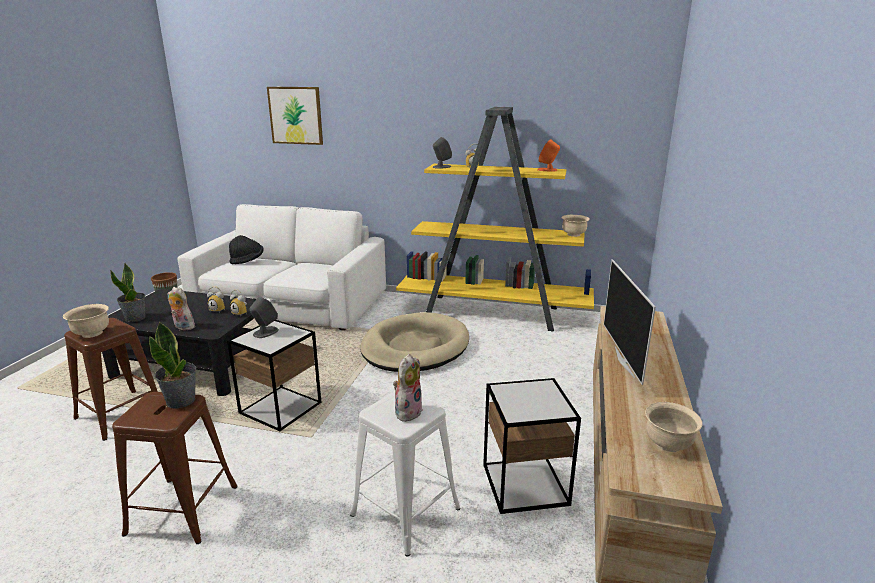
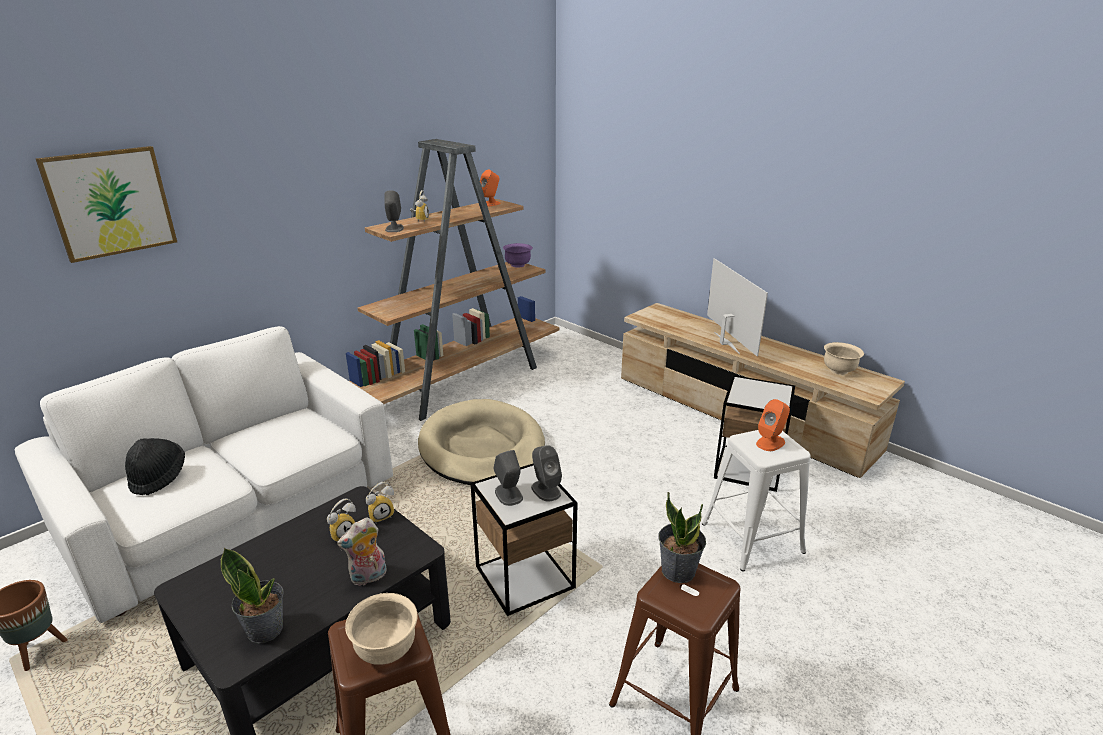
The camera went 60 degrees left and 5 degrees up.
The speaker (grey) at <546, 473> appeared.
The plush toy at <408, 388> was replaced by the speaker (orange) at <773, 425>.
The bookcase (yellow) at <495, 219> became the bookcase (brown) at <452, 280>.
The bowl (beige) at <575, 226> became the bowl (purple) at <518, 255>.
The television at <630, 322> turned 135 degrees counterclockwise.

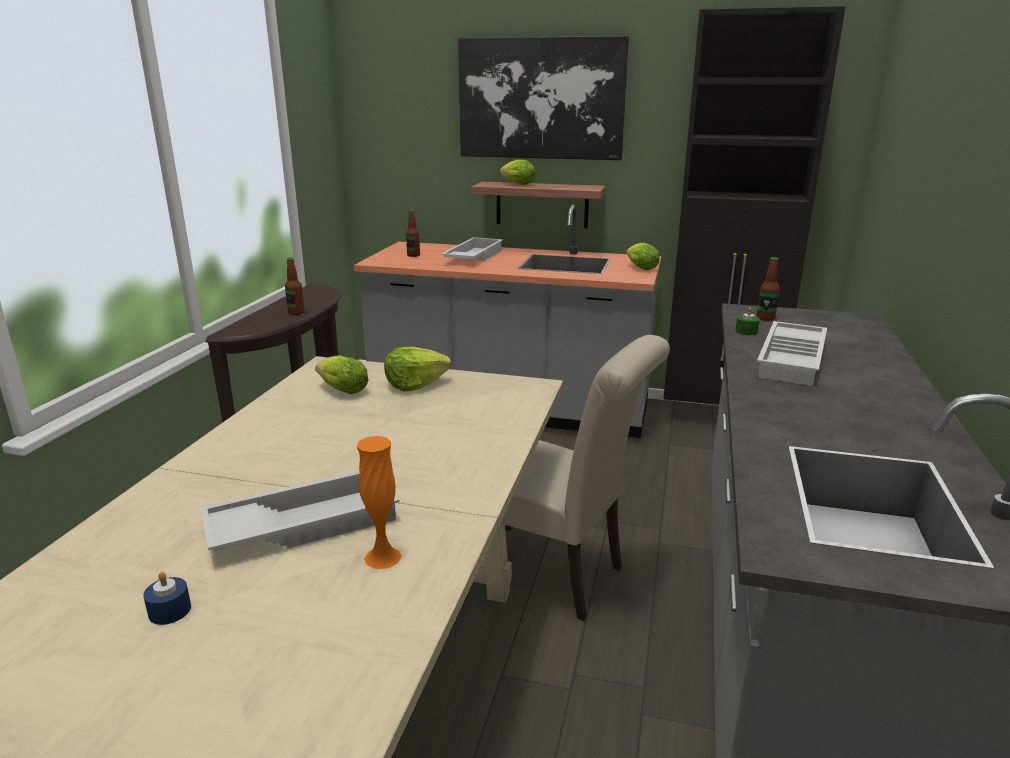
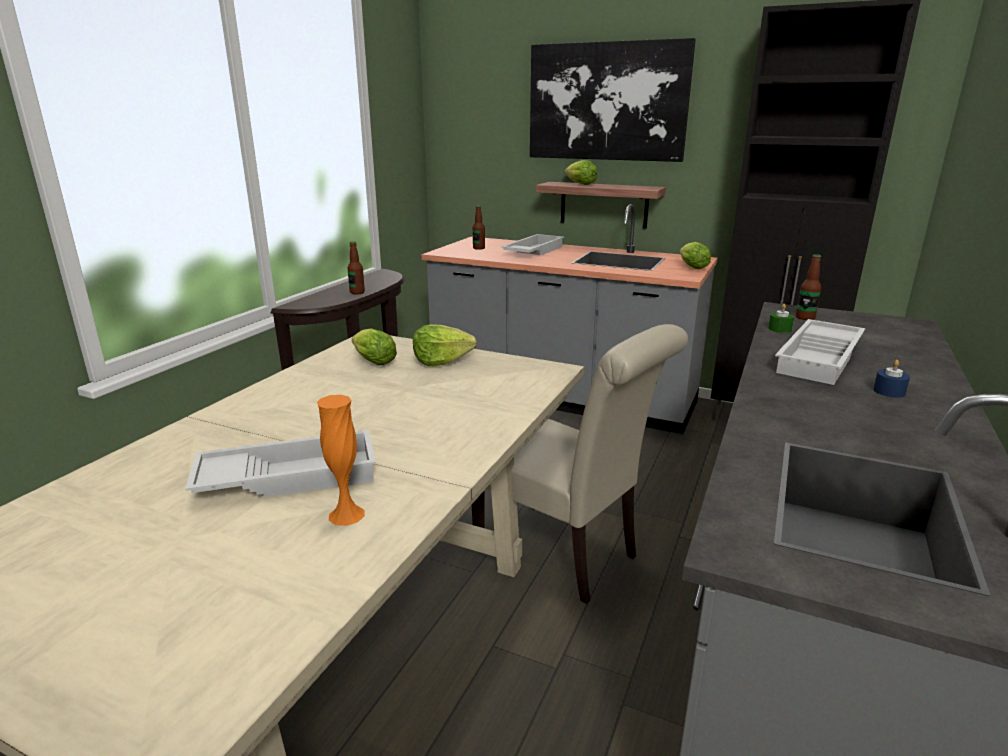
The camera went 10 degrees right and 0 degrees up.
The candle (blue) moved from <167, 598> to <891, 379>.

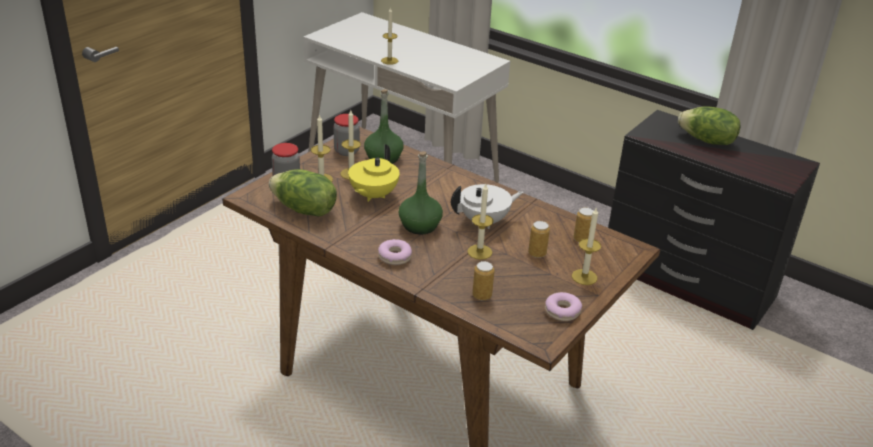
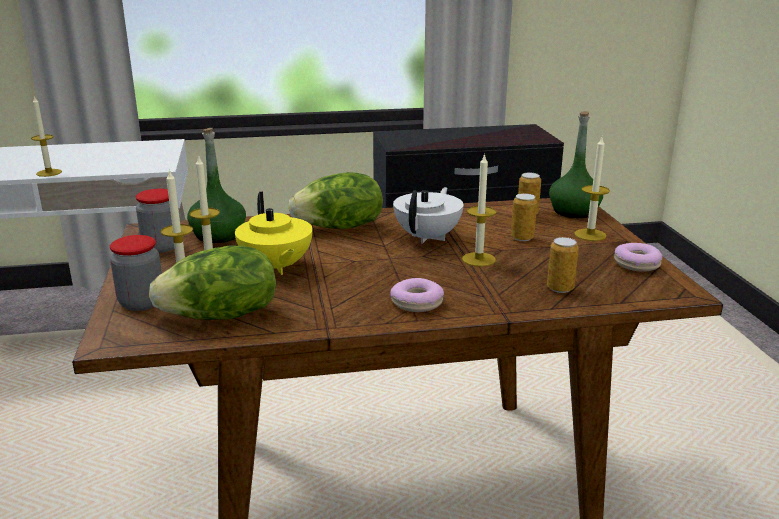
The camera went 45 degrees left and 10 degrees down.
The bottle (green) moved from <421, 193> to <576, 164>.
The lettuce moved from <709, 125> to <335, 200>.

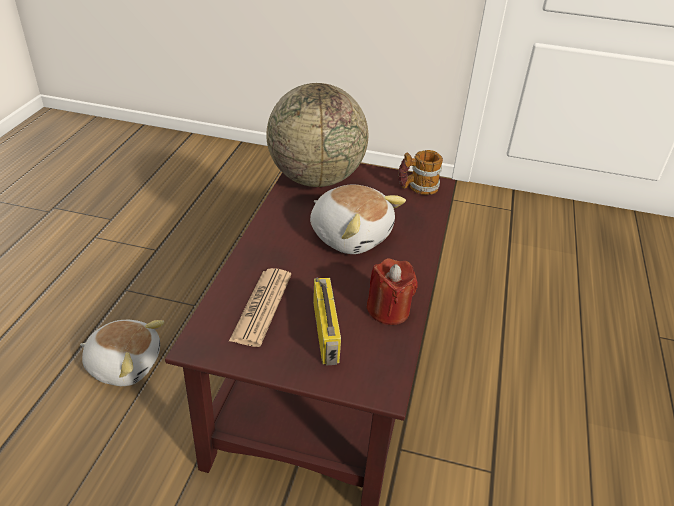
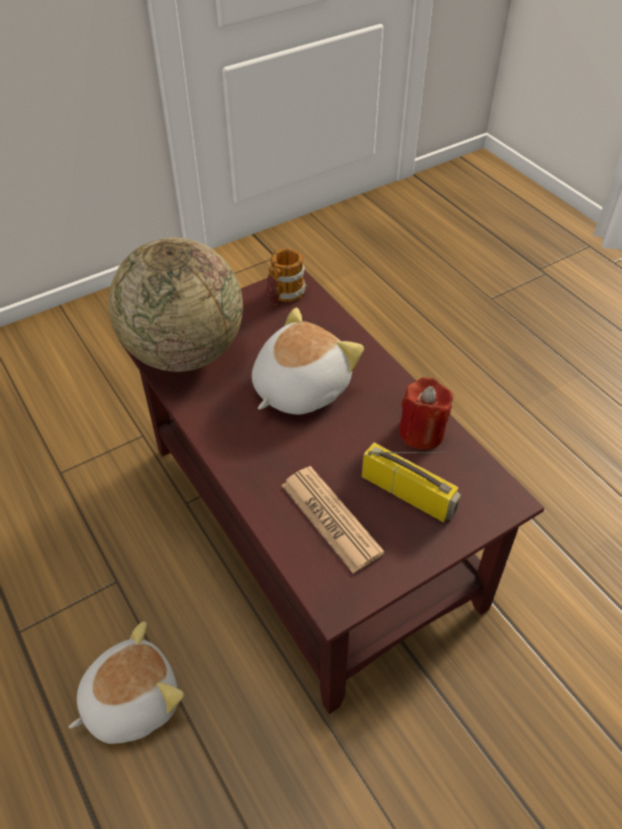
The camera went 45 degrees left and 10 degrees up.
The plush toy at <358, 219> turned 45 degrees counterclockwise.

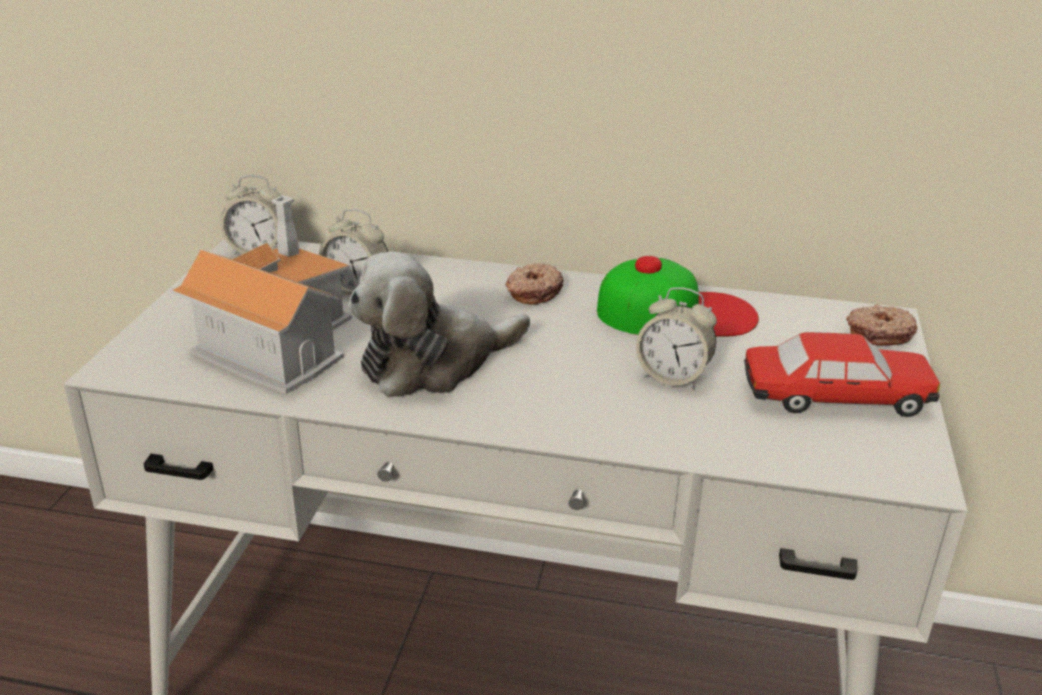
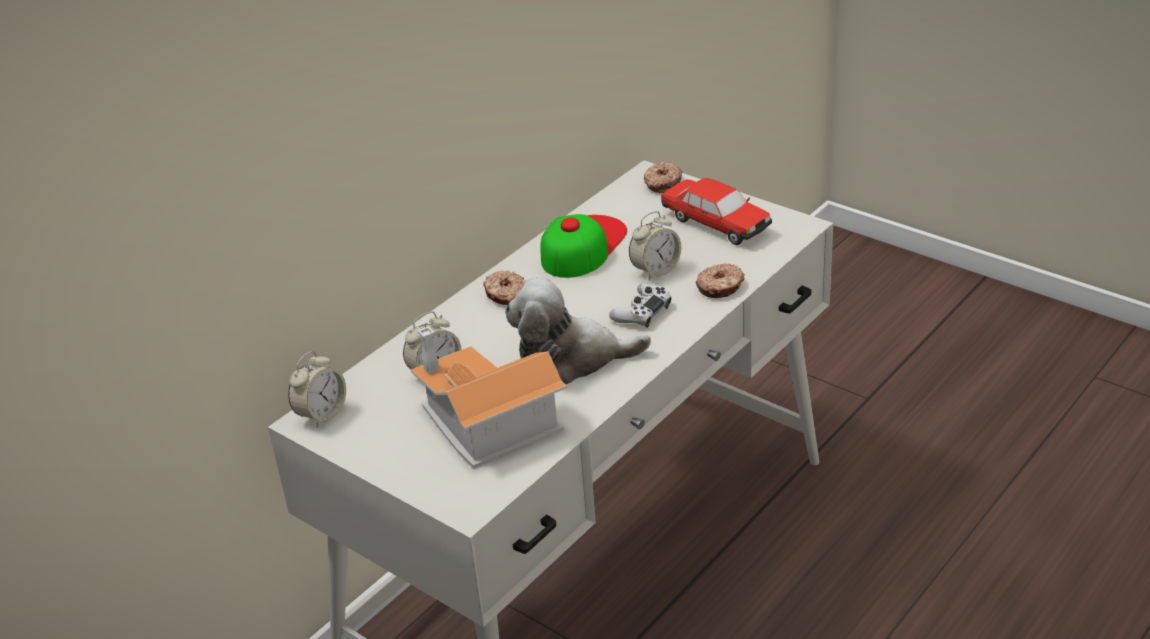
The camera went 60 degrees left and 5 degrees up.
The game controller (white) at <640, 305> appeared.
The donut at <720, 280> appeared.
The plush toy at <439, 324> turned 90 degrees clockwise.
The toy car at <842, 374> turned 105 degrees clockwise.

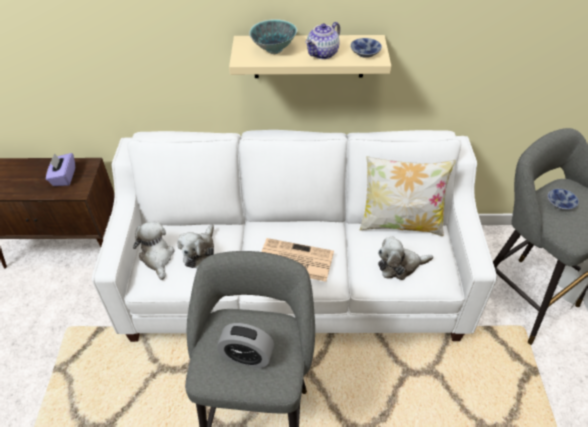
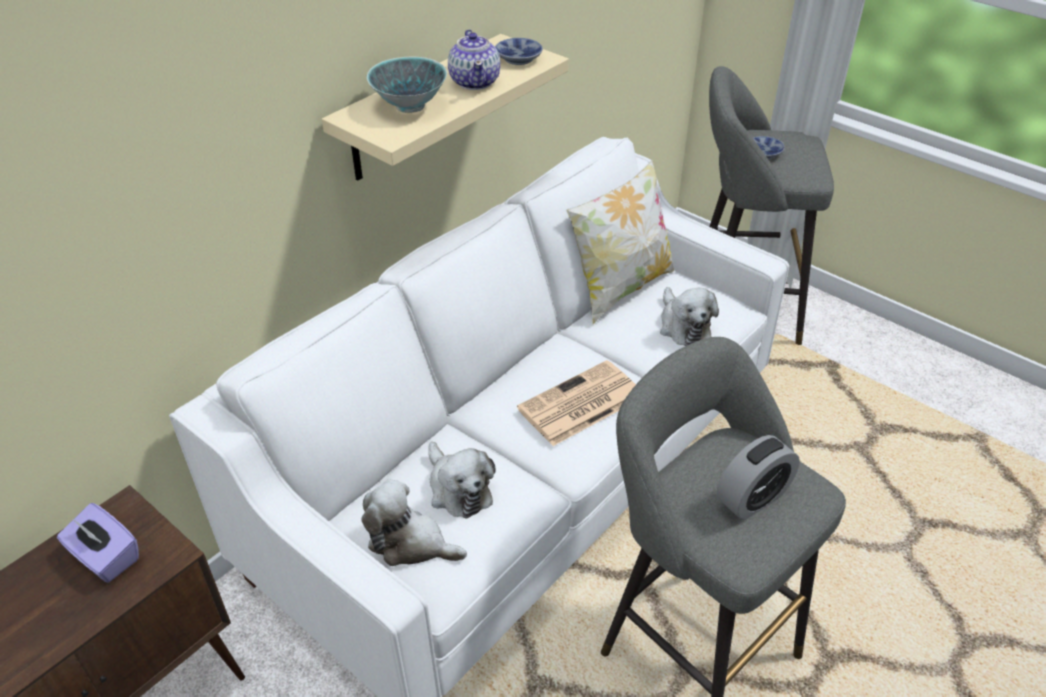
The camera went 50 degrees left and 5 degrees down.
The plush toy at <405, 258> turned 45 degrees counterclockwise.

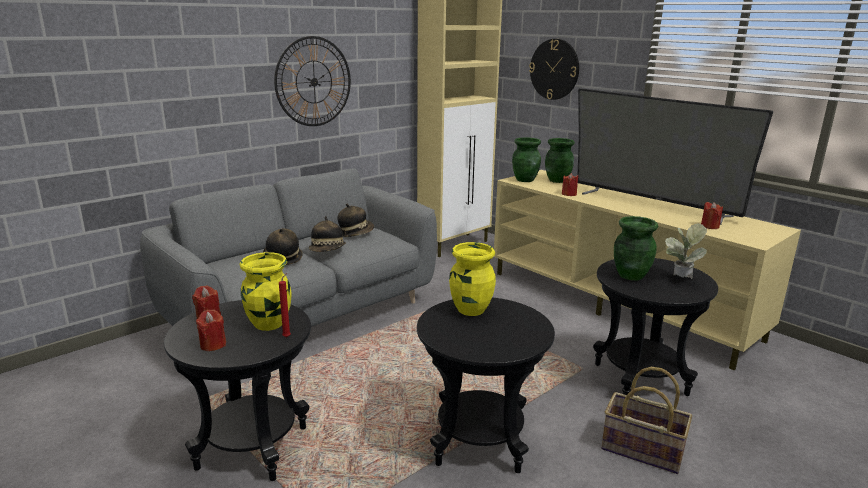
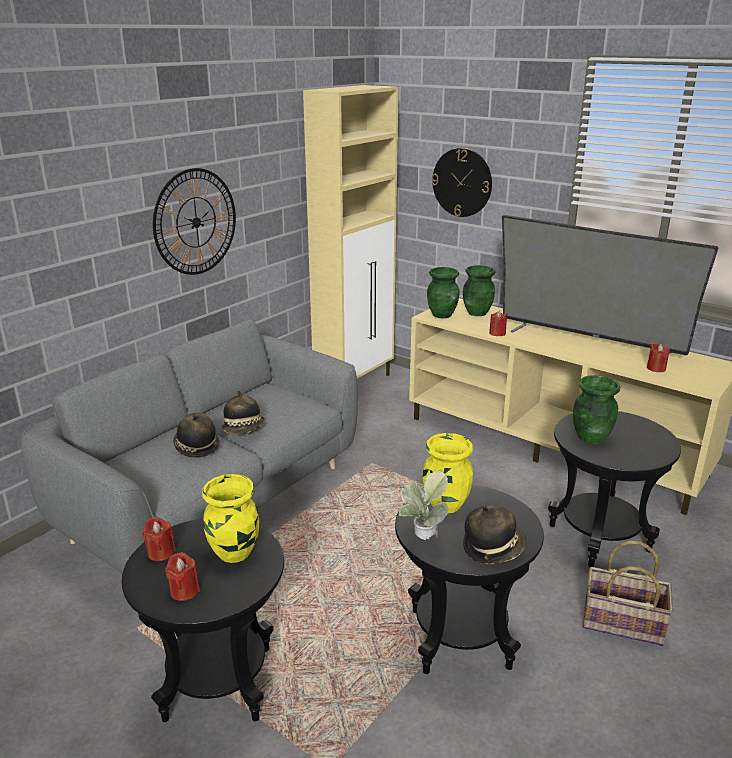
The camera went 10 degrees left and 5 degrees up.
The candle (red) at <285, 305> disappeared.
The hat moved from <356, 220> to <494, 534>.
The potted plant moved from <686, 251> to <424, 505>.

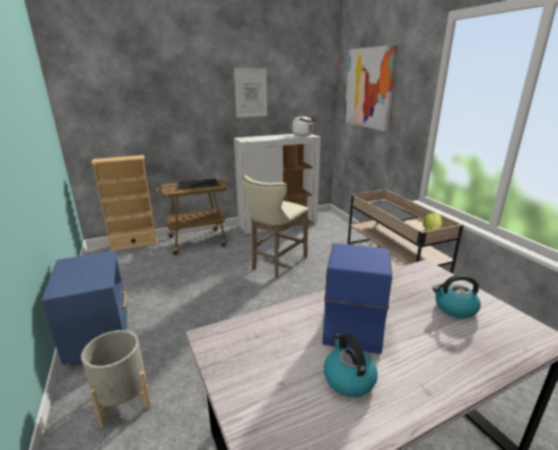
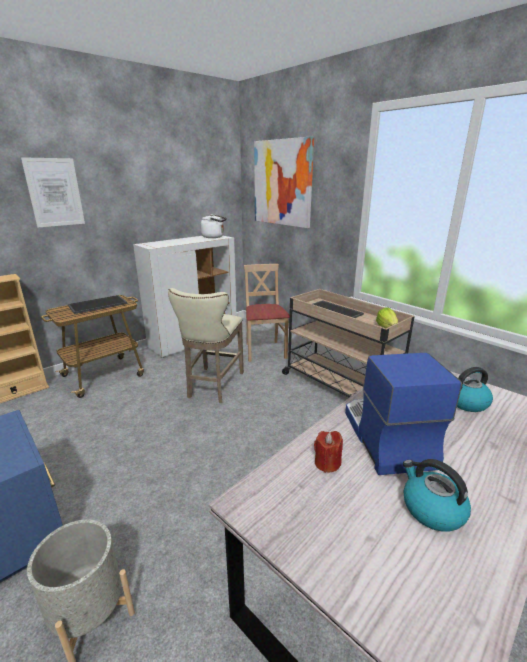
The camera went 20 degrees left and 0 degrees up.
The chair (beige) at <266, 313> appeared.
The candle (red) at <328, 452> appeared.
The picture moved from <250, 93> to <53, 192>.

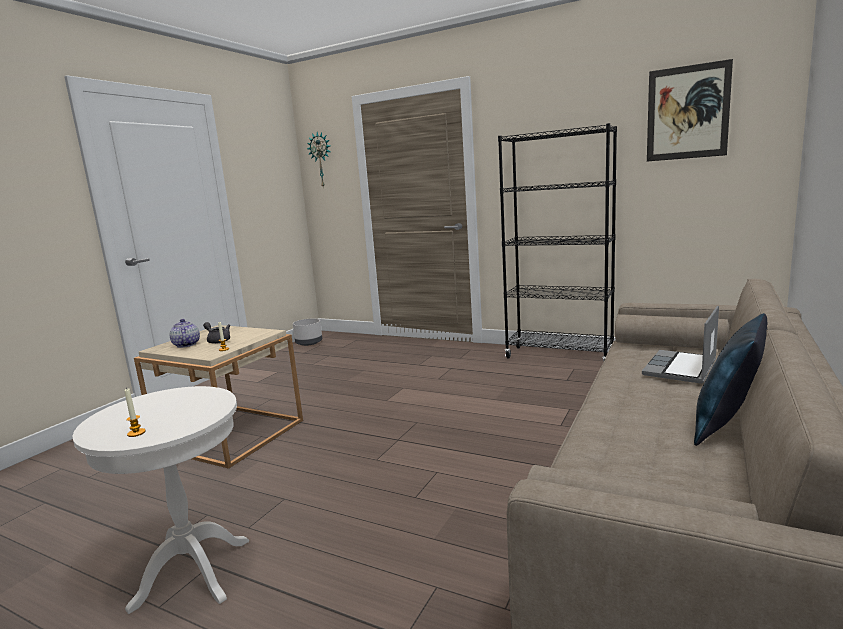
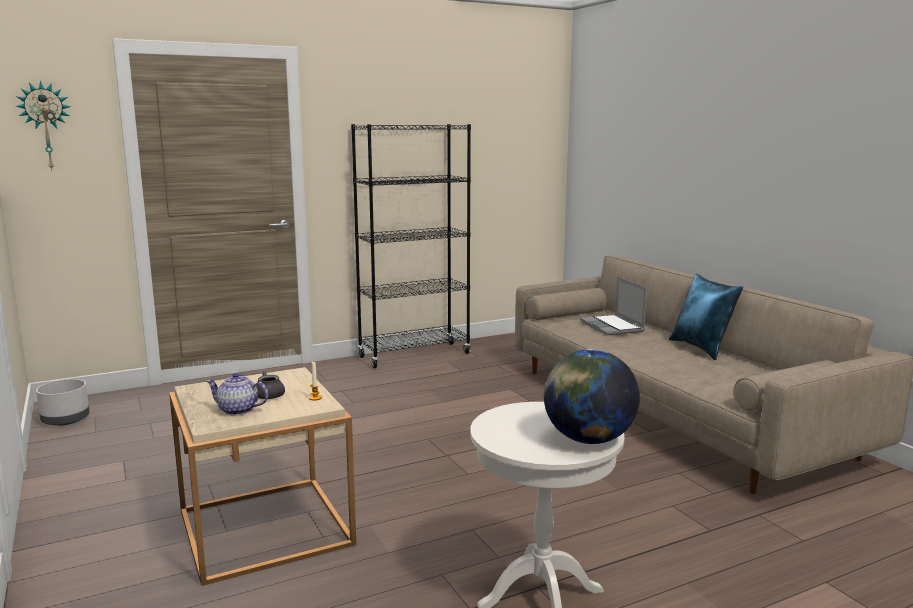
The camera went 55 degrees left and 0 degrees up.
The picture at <690, 110> disappeared.
The candle at <134, 412> was replaced by the globe at <592, 396>.

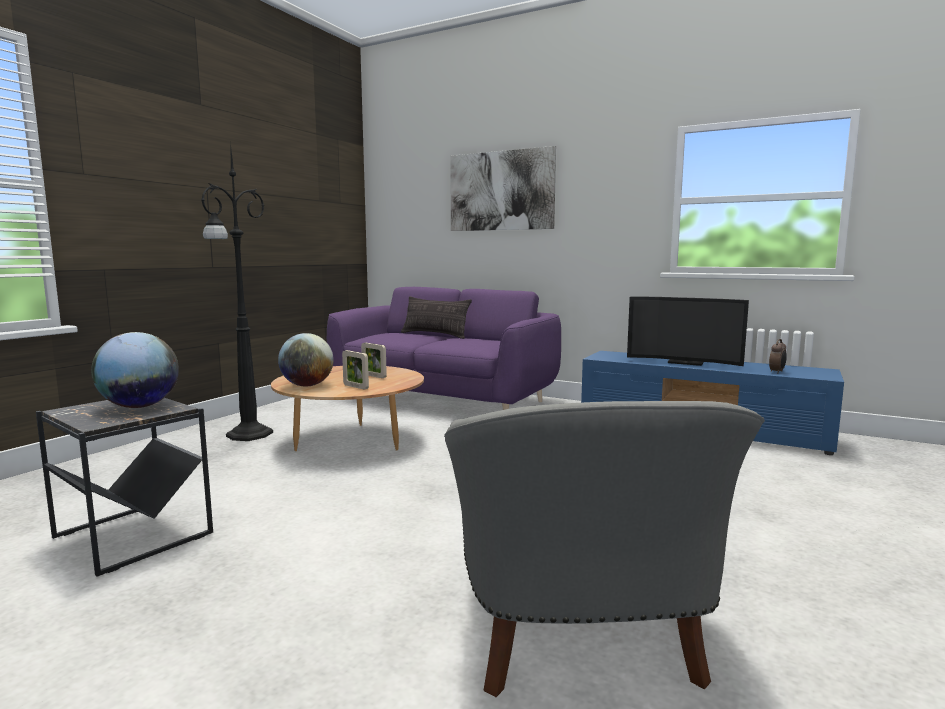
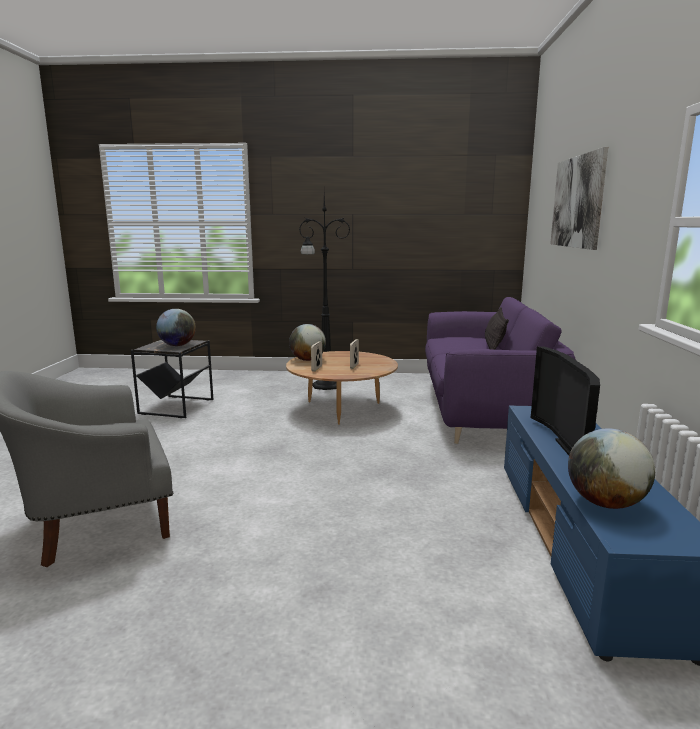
The camera went 65 degrees right and 5 degrees up.
The alarm clock at <778, 355> was replaced by the globe at <611, 468>.

